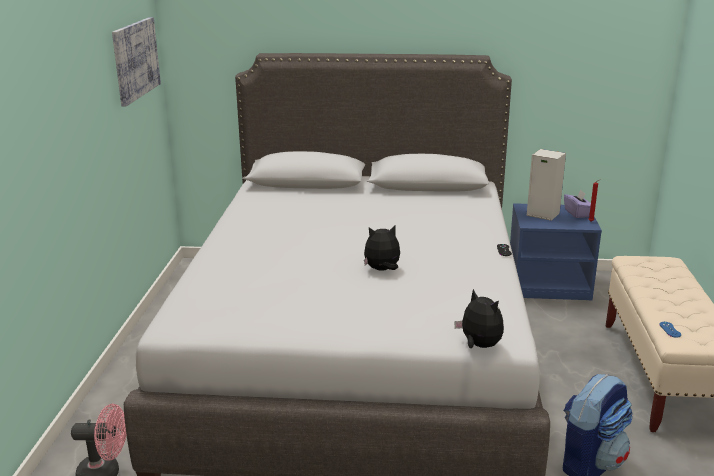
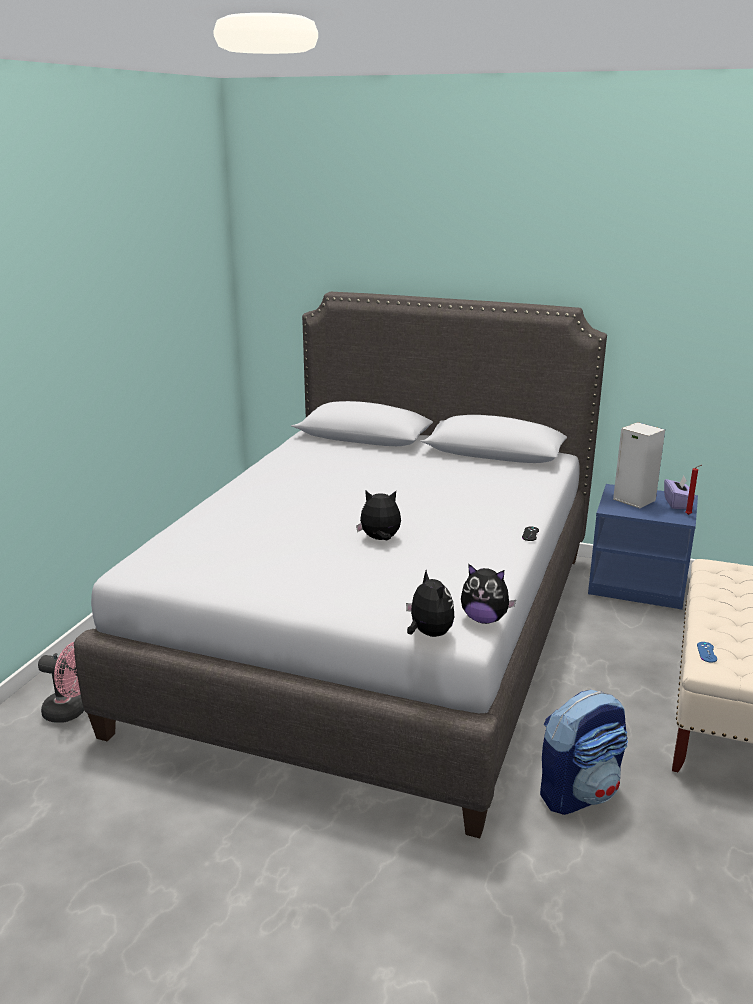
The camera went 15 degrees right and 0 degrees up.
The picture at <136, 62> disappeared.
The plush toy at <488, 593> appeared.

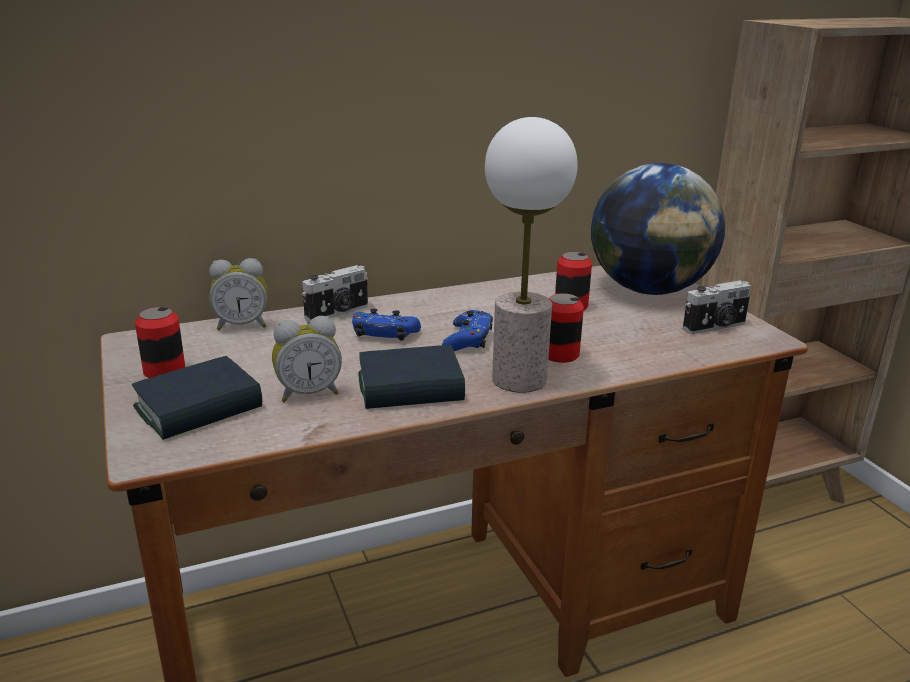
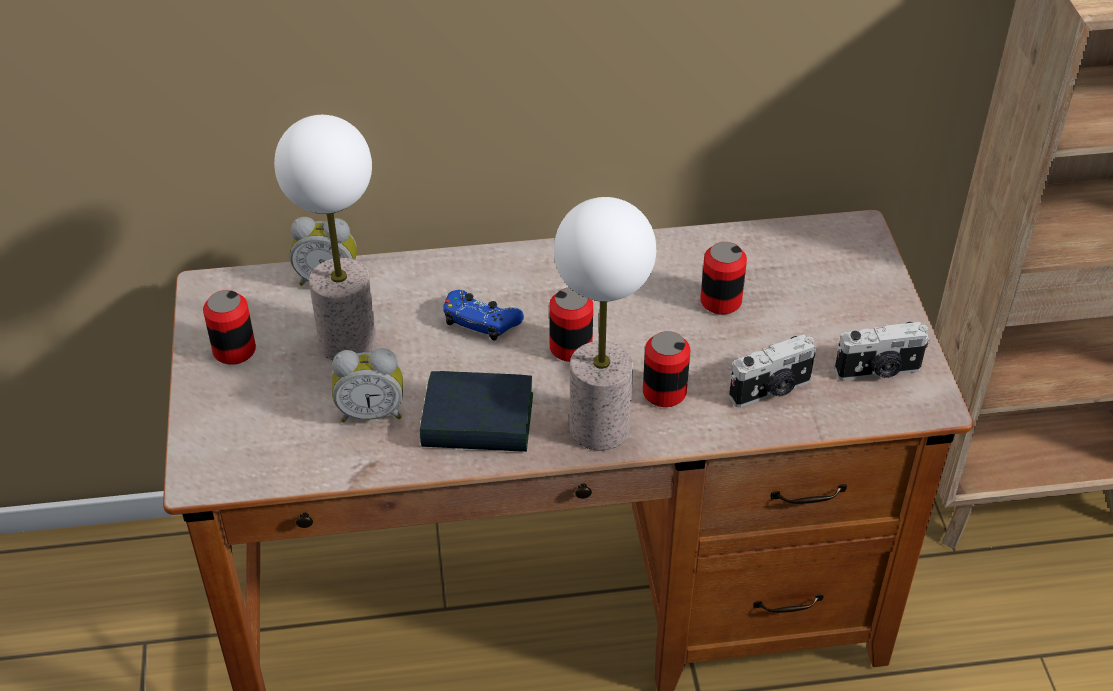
The camera went 15 degrees right and 20 degrees up.
The book at <197, 398> disappeared.
The globe at <658, 229> disappeared.
The table lamp at <325, 237> appeared.
The photo camera moved from <335, 293> to <772, 370>.
The game controller (blue) at <467, 330> was replaced by the can at <571, 324>.

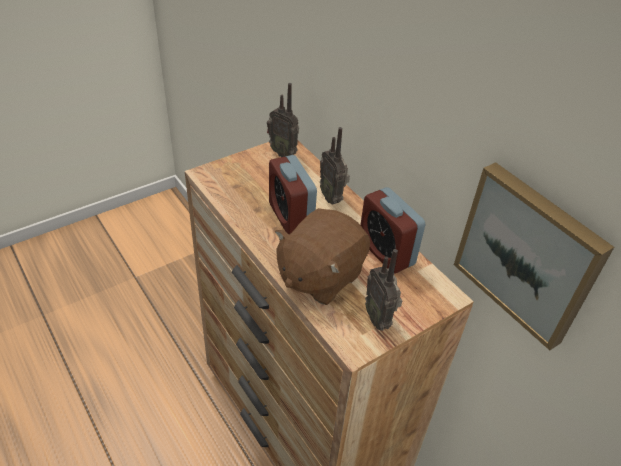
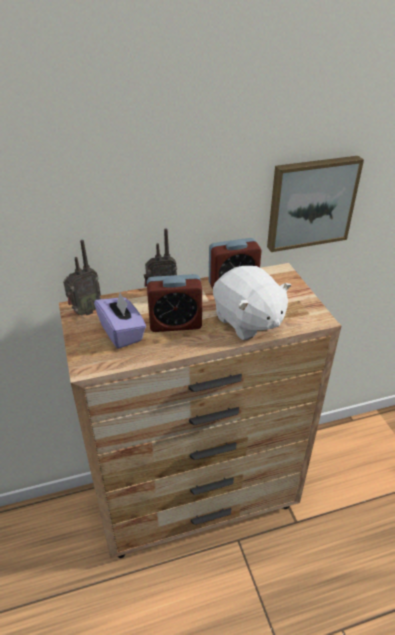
The camera went 70 degrees left and 5 degrees down.
The radio at <383, 290> disappeared.
The tissue box (purple) at <120, 321> appeared.
The plush toy (brown) at <322, 256> became the plush toy (white) at <252, 303>.

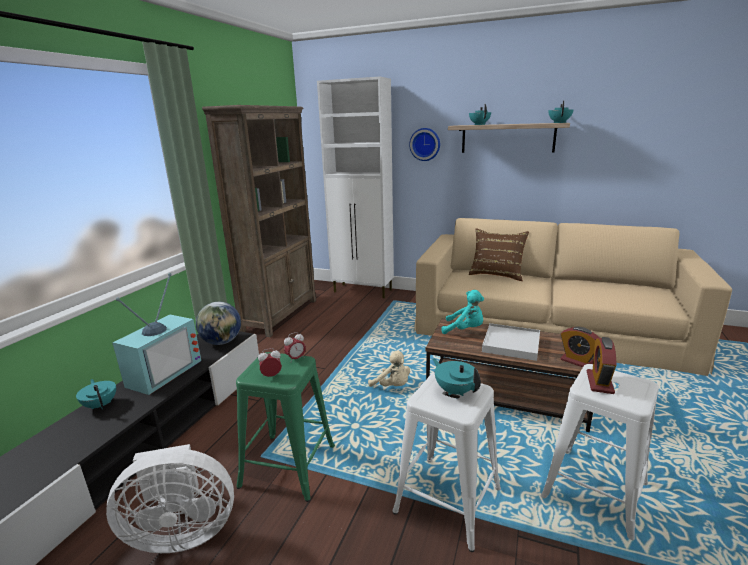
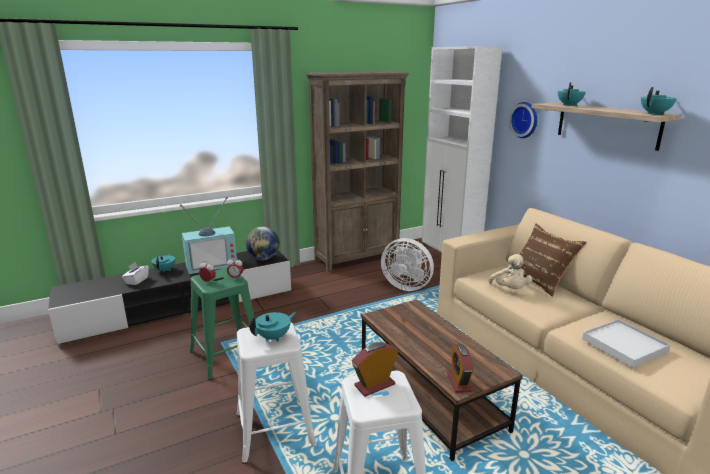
The camera went 40 degrees right and 0 degrees up.
The plush toy (turquoise) at <463, 312> disappeared.
The tissue box (white) at <135, 273> appeared.
The fan (white) moved from <170, 498> to <407, 264>.
The plush toy (beige) moved from <389, 369> to <510, 271>.
The tray (white) moved from <511, 342> to <626, 343>.
The teapot (turquoise) at <457, 377> turned 45 degrees clockwise.

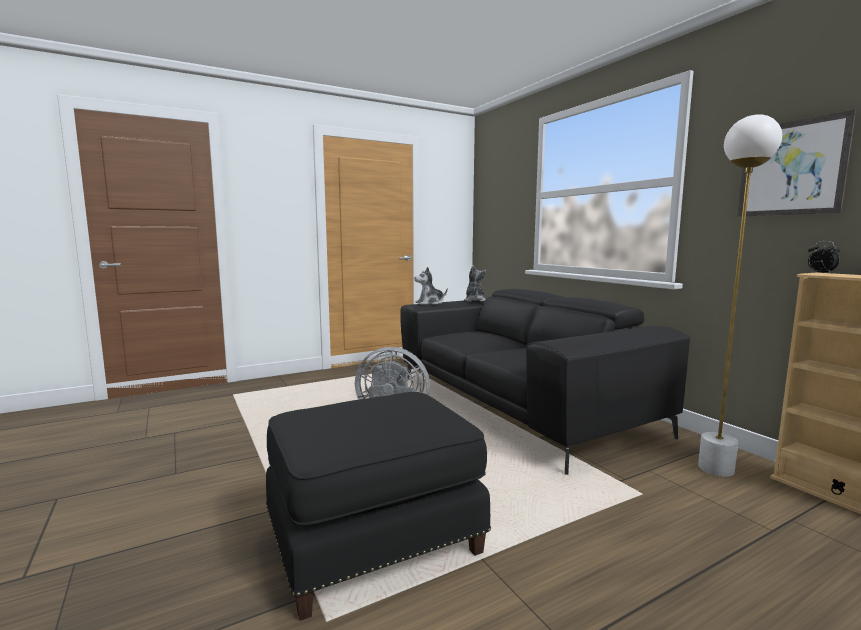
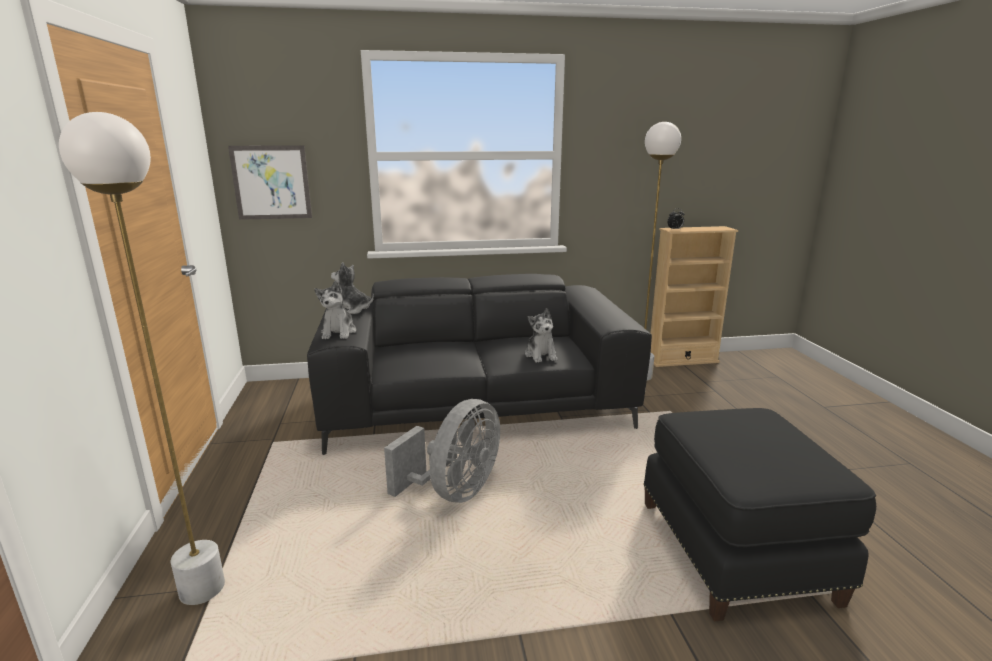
The camera went 70 degrees left and 10 degrees up.
The floor lamp (white) at <142, 358> appeared.
The plush toy at <541, 335> appeared.
The picture moved from <796, 163> to <270, 182>.

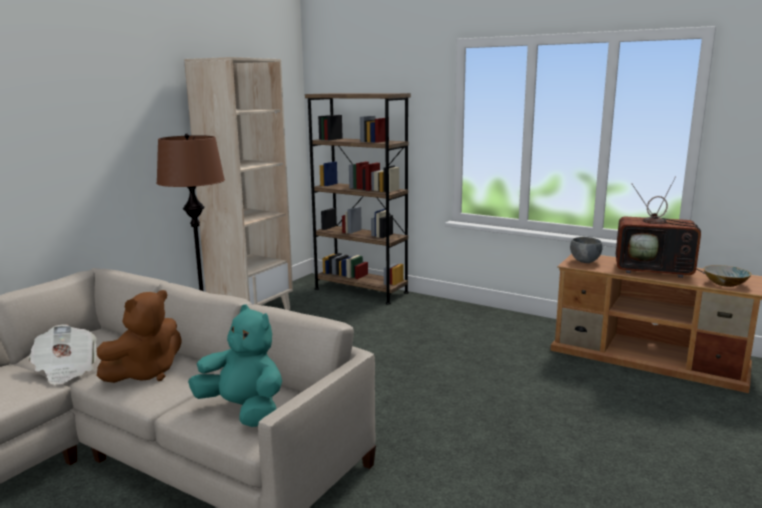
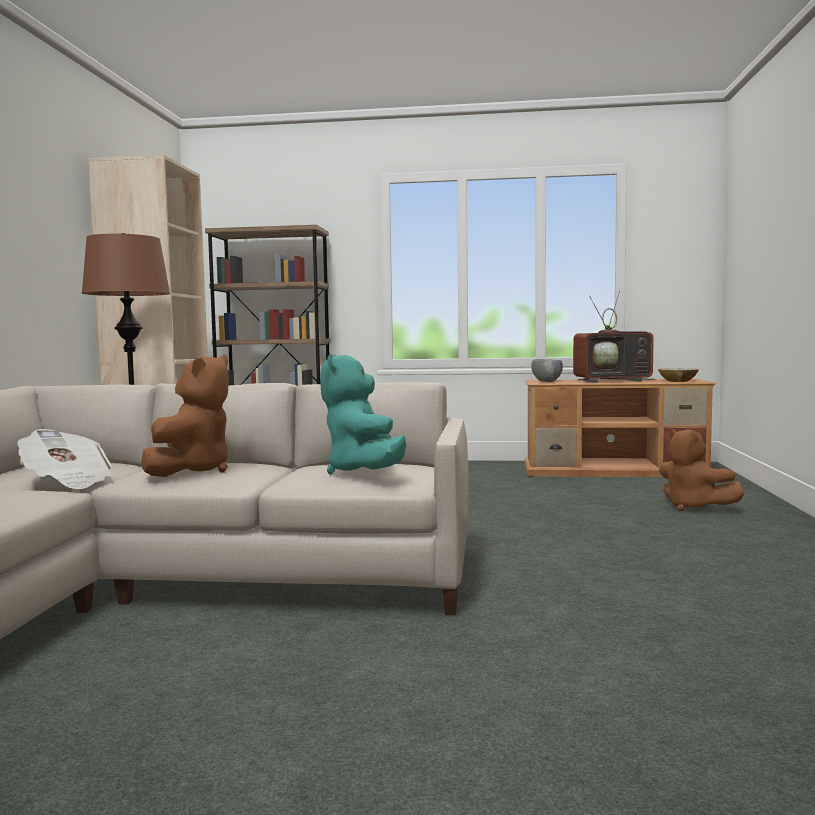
The camera went 25 degrees left and 10 degrees down.
The plush toy (brown) at <701, 470> appeared.
The plush toy (turquoise) at <235, 365> turned 105 degrees counterclockwise.

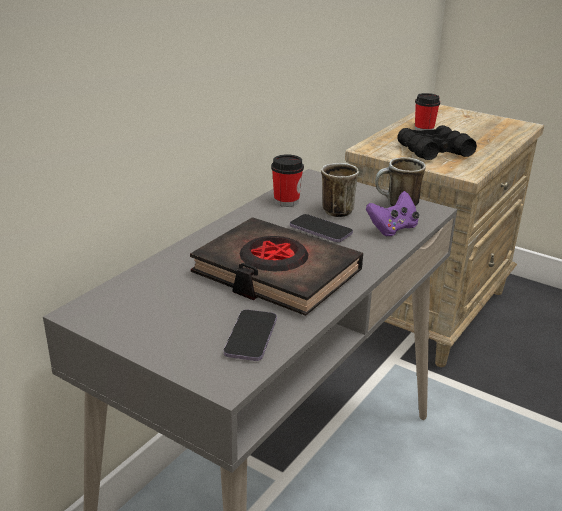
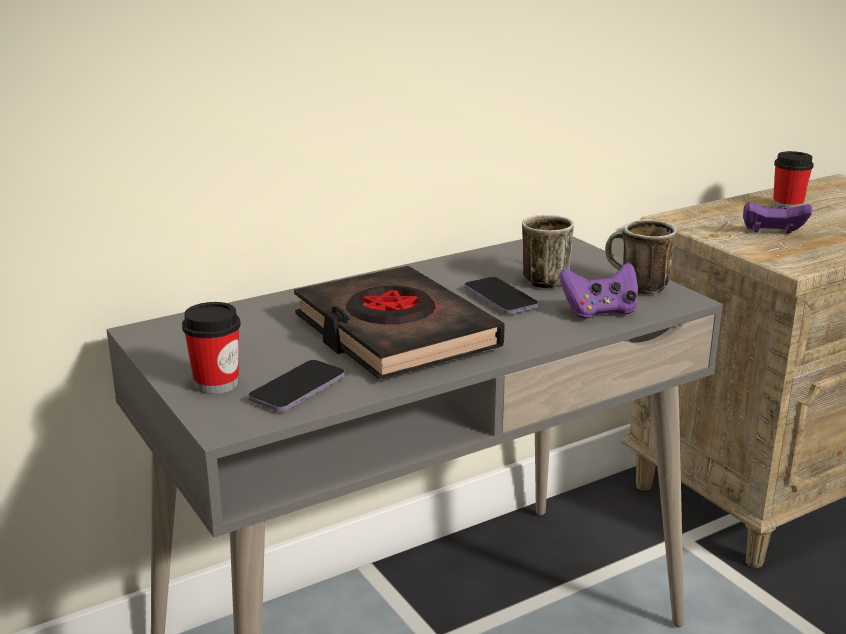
The camera went 25 degrees right and 5 degrees down.
The cup moved from <287, 180> to <211, 348>.
The binoculars (black) at <437, 142> was replaced by the game controller (purple) at <777, 218>.

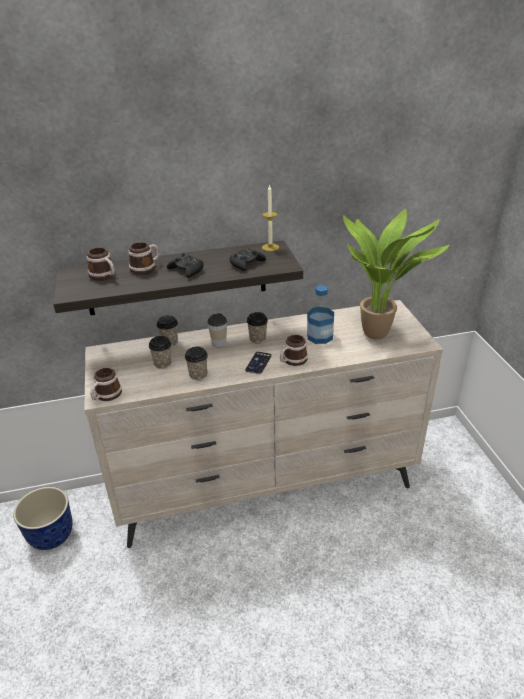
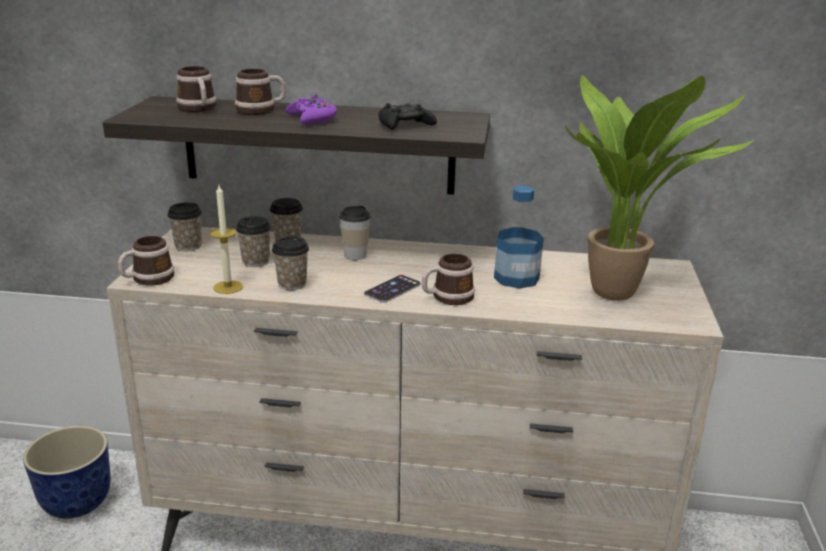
The camera went 20 degrees right and 10 degrees down.
The cup moved from <257, 327> to <184, 226>.
The candle moved from <270, 217> to <226, 239>.
The game controller (black) at <185, 265> became the game controller (purple) at <311, 109>.

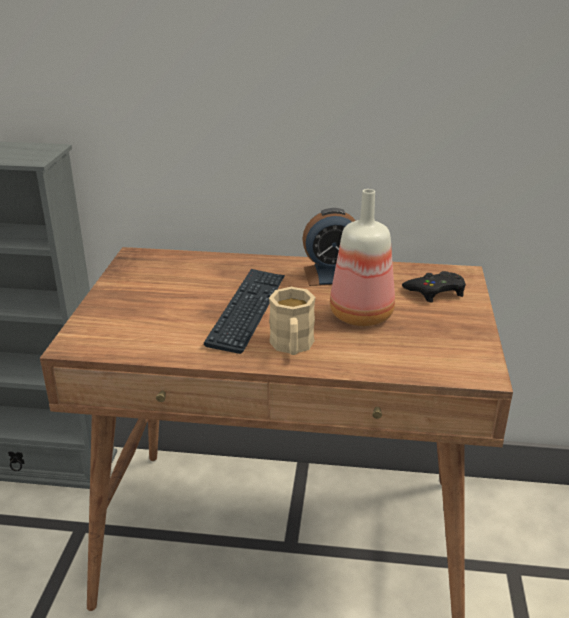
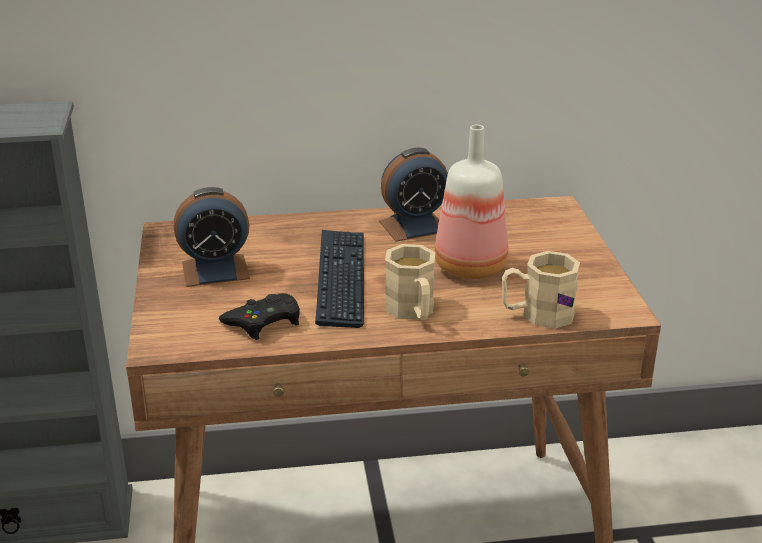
The camera went 15 degrees left and 0 degrees up.
The alarm clock at <212, 237> appeared.
The mug (beige) at <541, 290> appeared.
The game controller (black) moved from <434, 287> to <259, 316>.

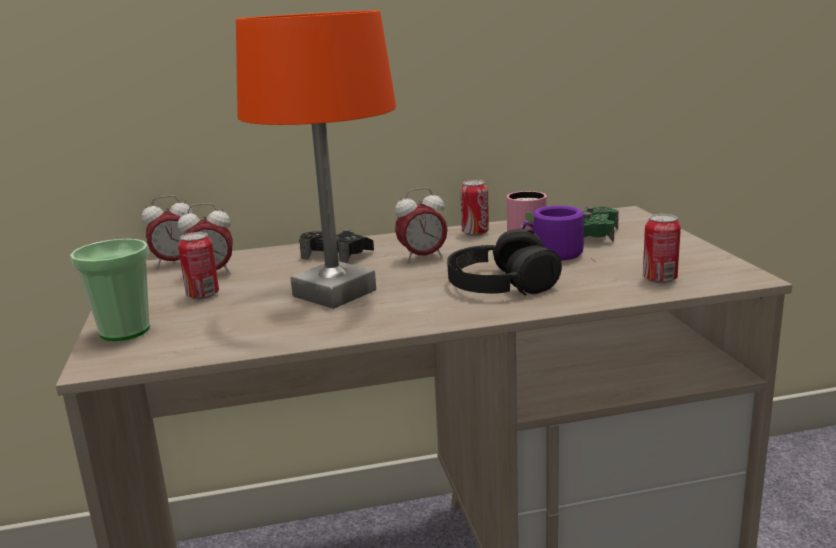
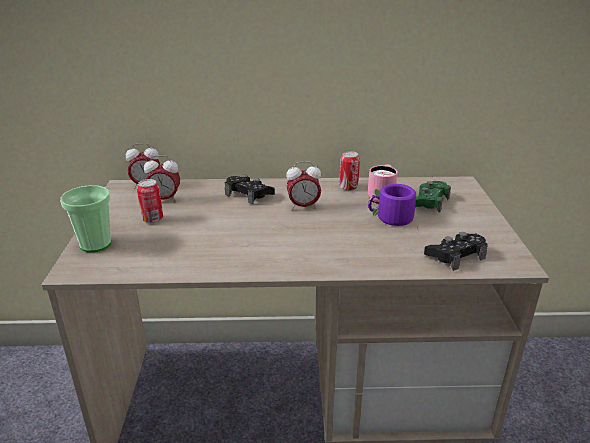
The camera went 10 degrees right and 10 degrees up.
The table lamp (orange) at <316, 159> disappeared.
The headphones (black) at <504, 262> disappeared.
The can at <662, 248> was replaced by the game controller (black) at <456, 251>.

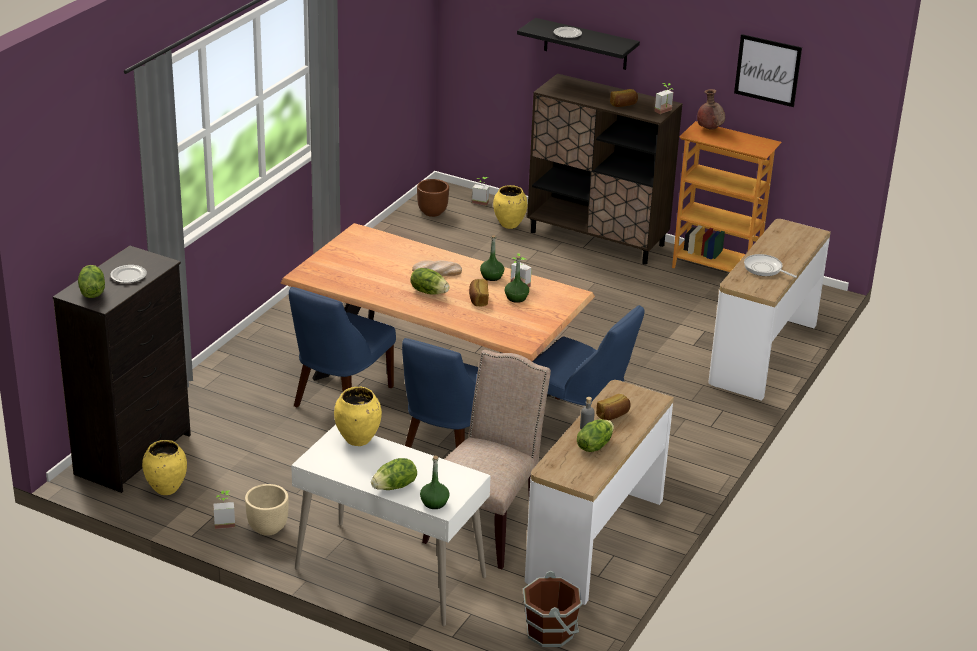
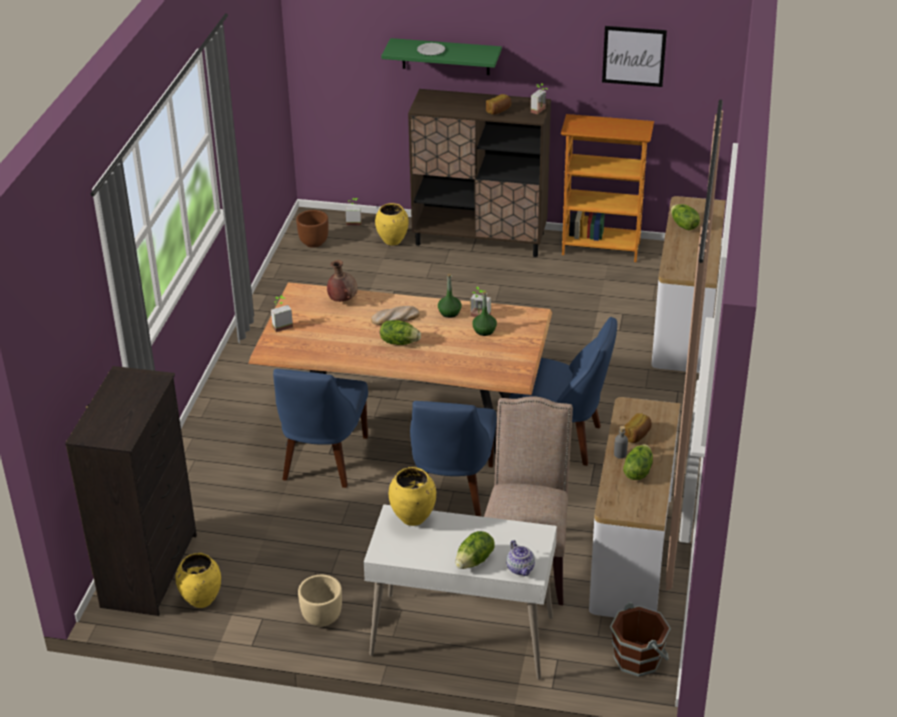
The camera went 15 degrees left and 5 degrees up.
The plate at <128, 274> disappeared.
The bread at <479, 292> disappeared.
The frying pan at <770, 266> disappeared.
The lettuce moved from <91, 281> to <685, 217>.
The potted plant moved from <224, 509> to <282, 313>.
The vase (brown) moved from <711, 109> to <342, 281>.
The bottle (green) at <435, 482> was replaced by the teapot at <520, 558>.
The shelf (black) at <578, 44> became the shelf (green) at <441, 56>.

